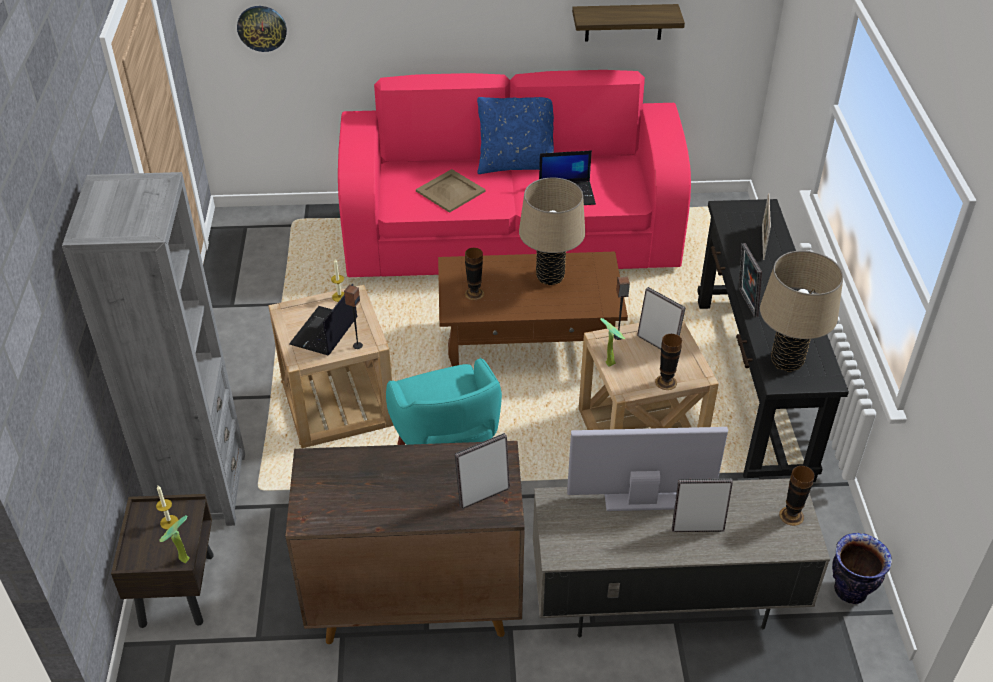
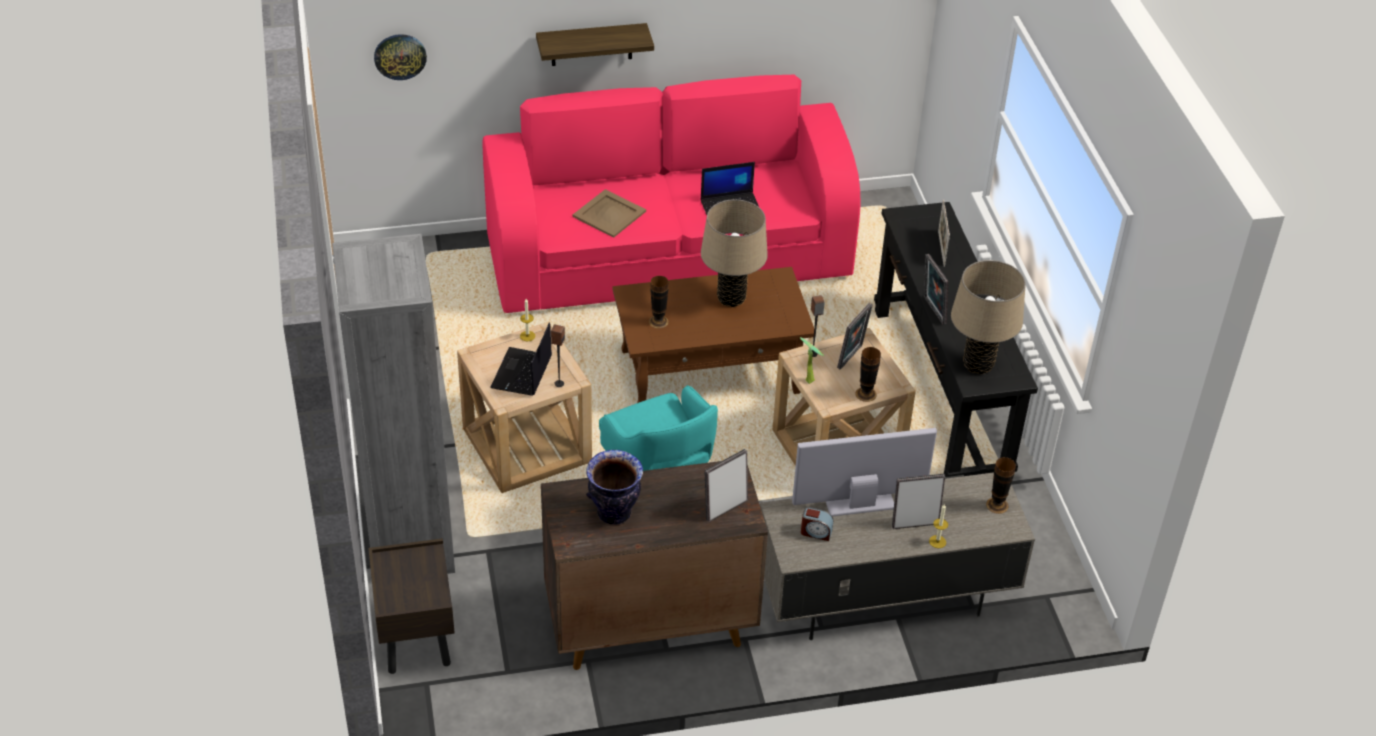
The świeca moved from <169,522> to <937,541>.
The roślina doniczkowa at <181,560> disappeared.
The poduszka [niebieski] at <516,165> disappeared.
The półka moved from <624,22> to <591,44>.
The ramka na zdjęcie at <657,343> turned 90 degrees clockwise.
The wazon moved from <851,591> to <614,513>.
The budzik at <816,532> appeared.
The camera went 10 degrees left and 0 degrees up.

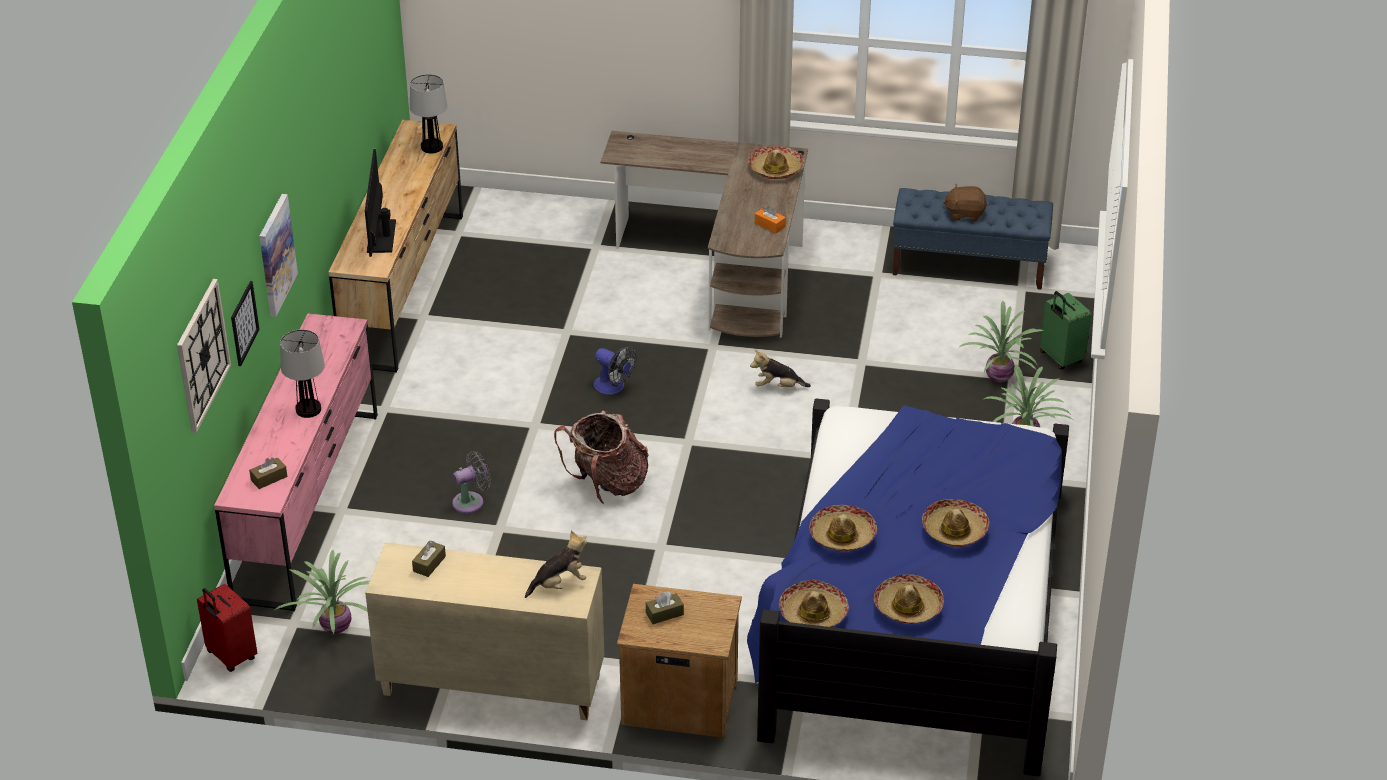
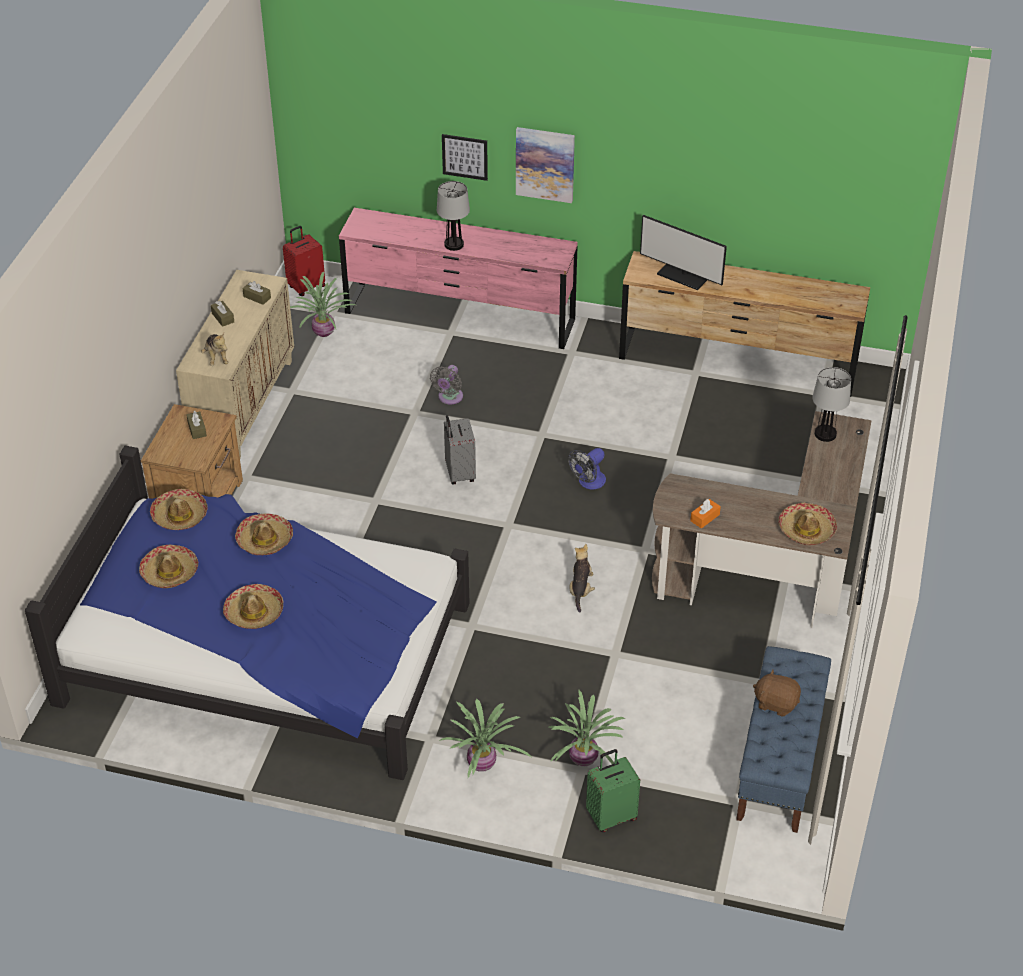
The zegar ścienny at <202,355> disappeared.
The pudełko chusteczek [brązowy] moved from <269,478> to <223,318>.
The monitor at <381,236> turned 150 degrees counterclockwise.
The lampa stołowa moved from <431,147> to <825,434>.
The wentylator [szary] at <471,502> turned 45 degrees clockwise.
The plecak at <607,484> was replaced by the walizka [szary] at <459,473>.
The pluszak [brązowy] at <965,213> turned 75 degrees counterclockwise.
The camera went 95 degrees right and 5 degrees up.

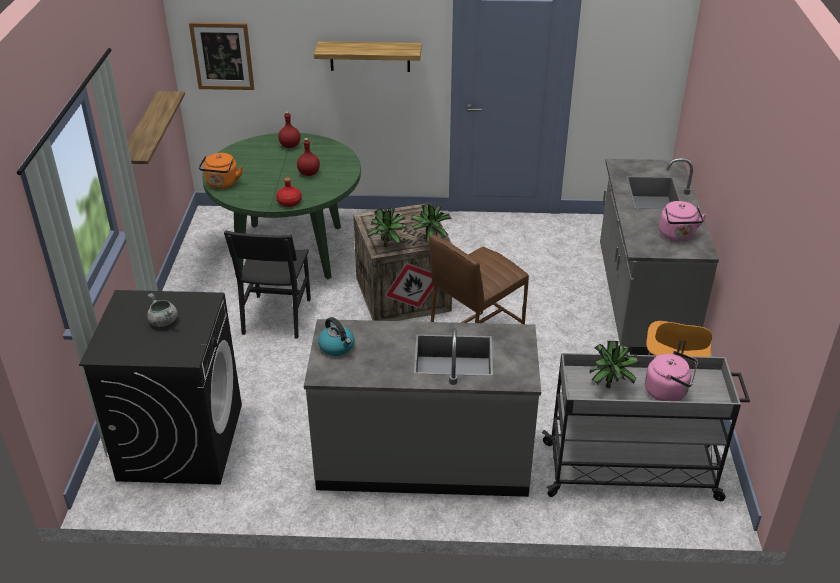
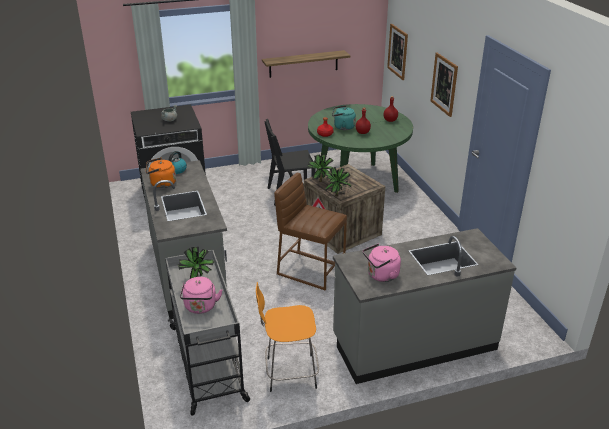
The czajnik [pomarańczowy] moved from <222,184> to <161,184>.
The półka at <370,56> was replaced by the obraz at <444,84>.
The czajnik [turkusowy] at <342,127> appeared.
The camera went 70 degrees right and 5 degrees down.

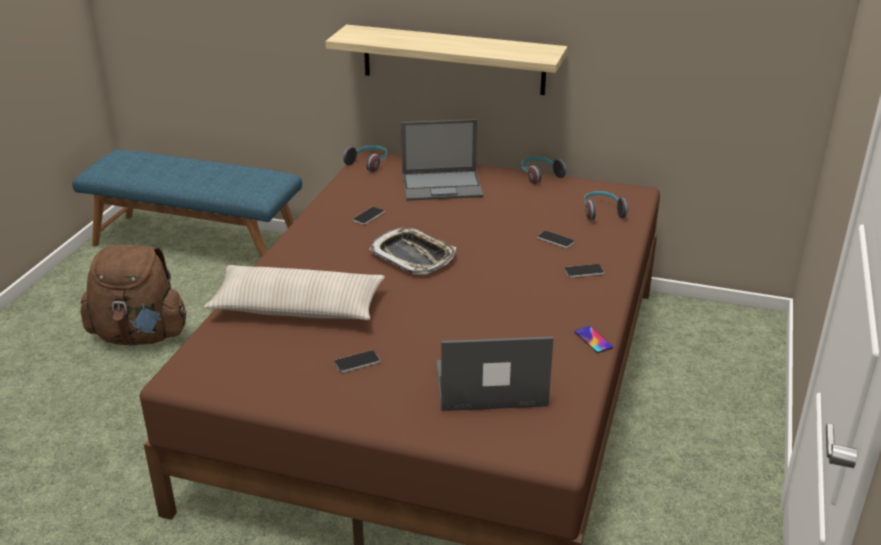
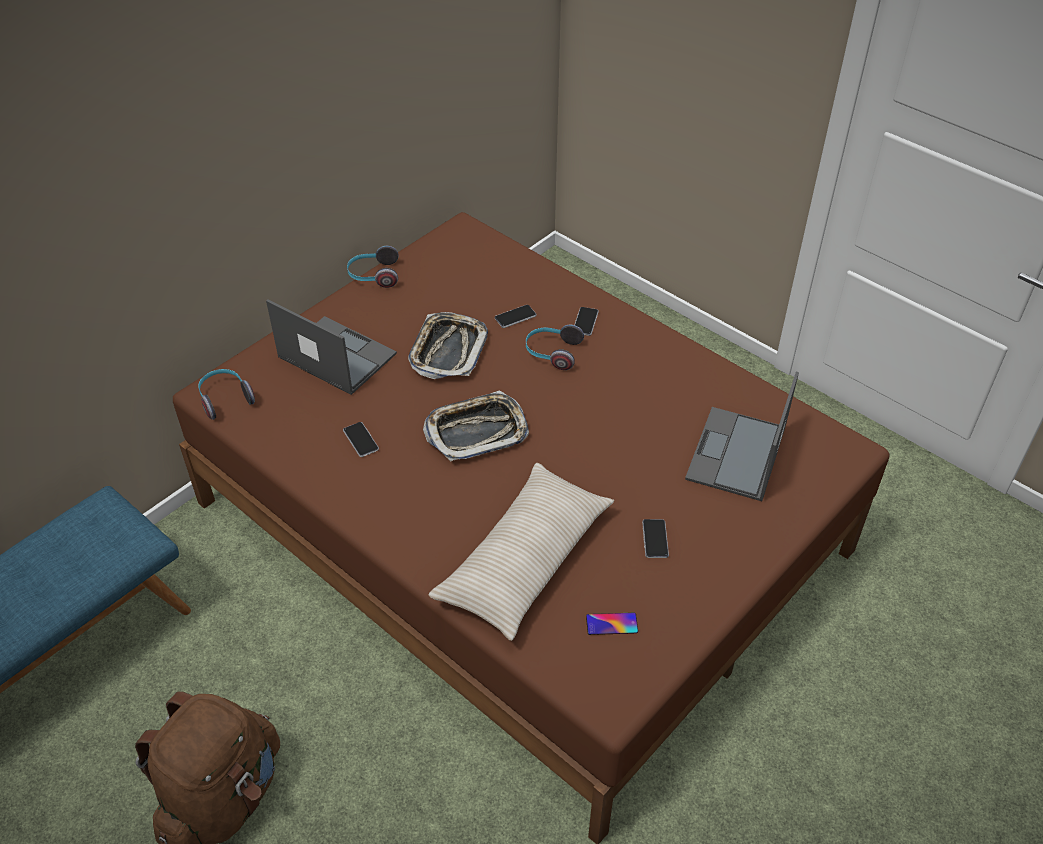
The półka at <453,60> disappeared.
The laptop at <443,185> turned 75 degrees counterclockwise.
The telefon moved from <593,339> to <611,624>.
The słuchawki moved from <601,212> to <552,353>.
The taca at <448,350> appeared.
The camera went 65 degrees left and 15 degrees up.

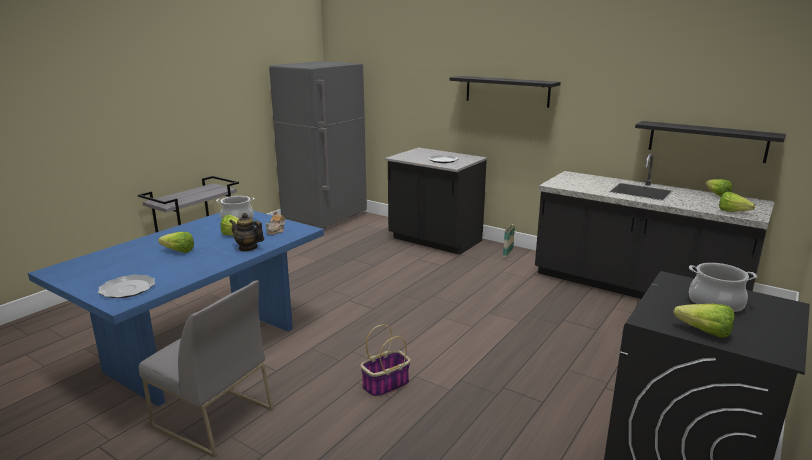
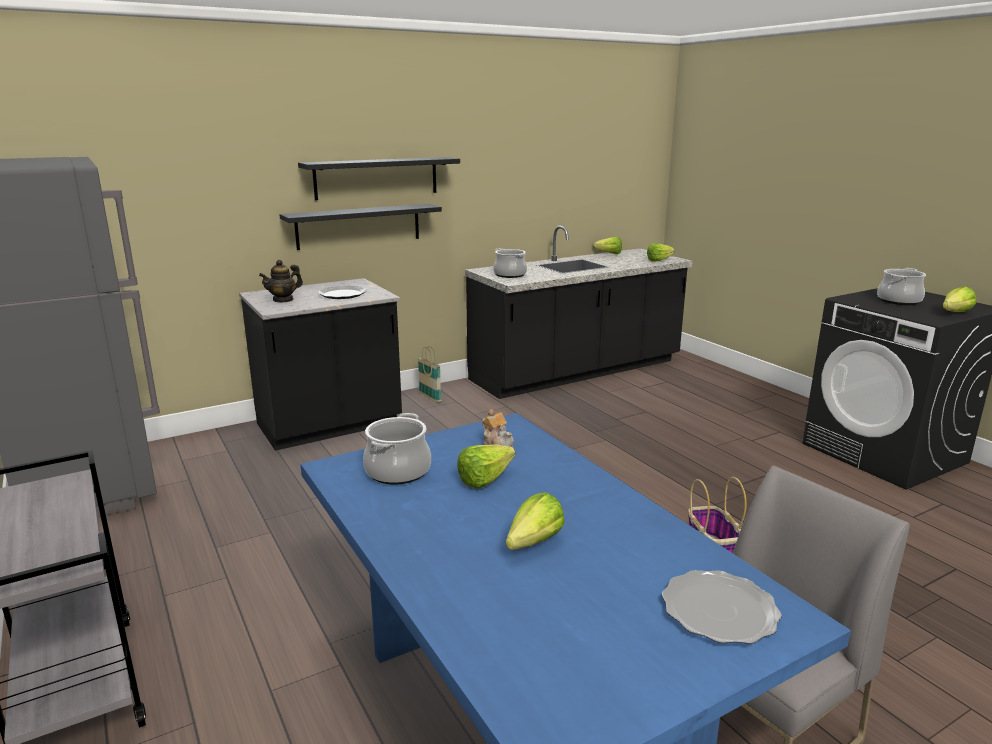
The imbryk moved from <248,248> to <283,300>.
The półka [czarny] moved from <706,141> to <359,226>.
The garnek at <510,275> appeared.
The camera went 65 degrees left and 0 degrees up.

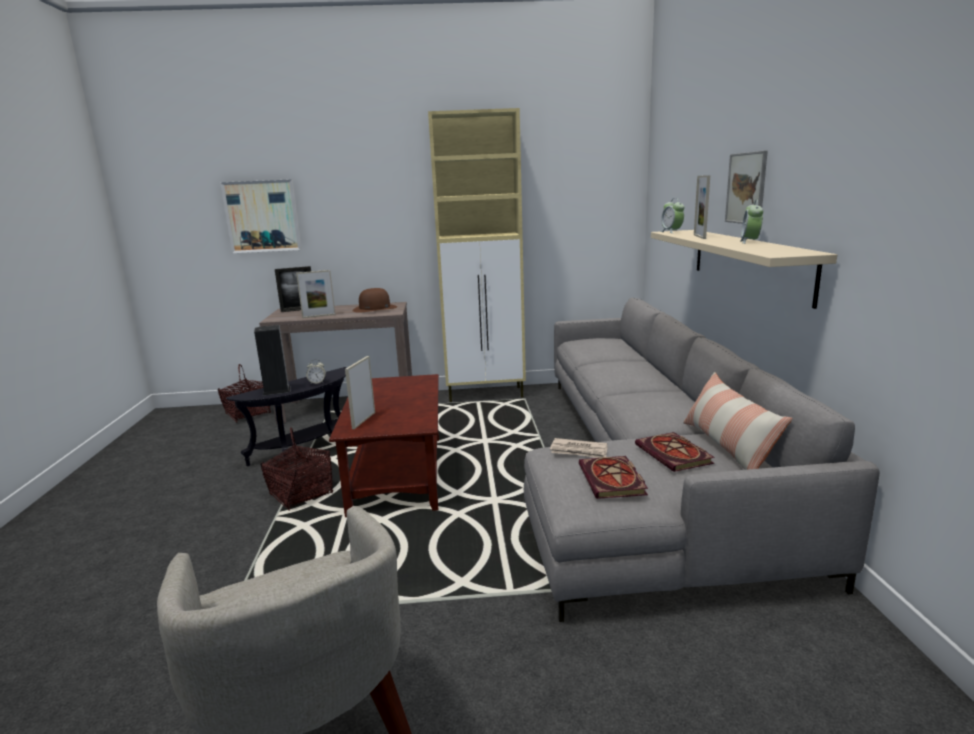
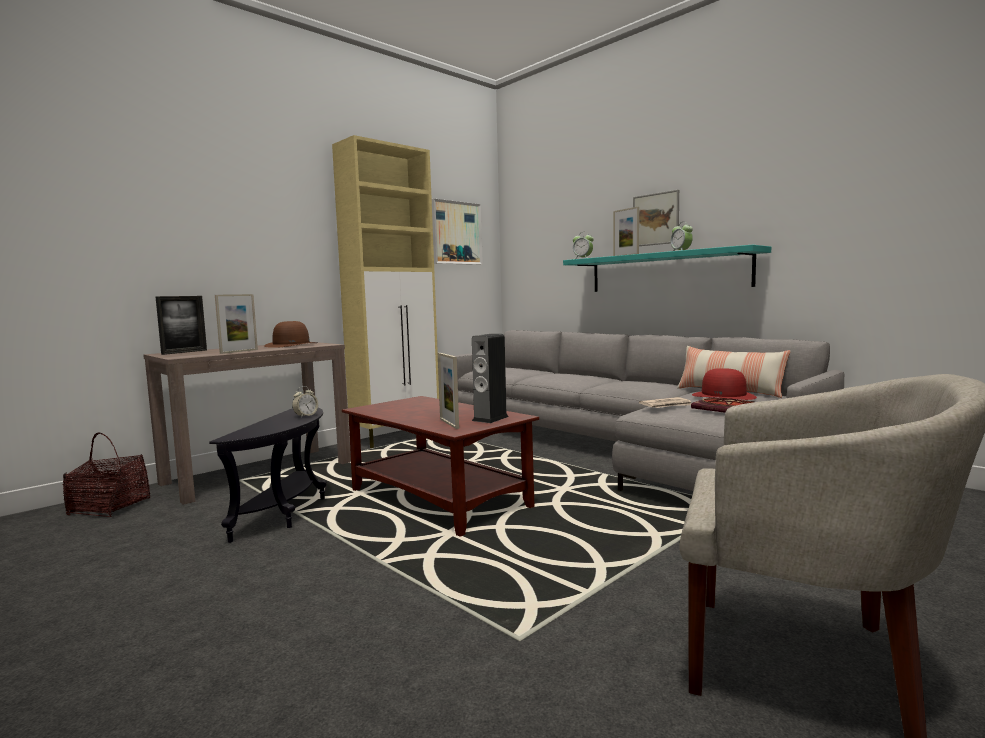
The obraz moved from <262,216> to <456,233>.
The głośnik moved from <276,391> to <490,418>.
The koszyk at <301,494> disappeared.
The książka at <675,455> was replaced by the kapelusz [czerwony] at <724,396>.
The półka [beżowy] at <748,262> became the półka [turkusowy] at <666,272>.
The camera went 40 degrees left and 10 degrees down.

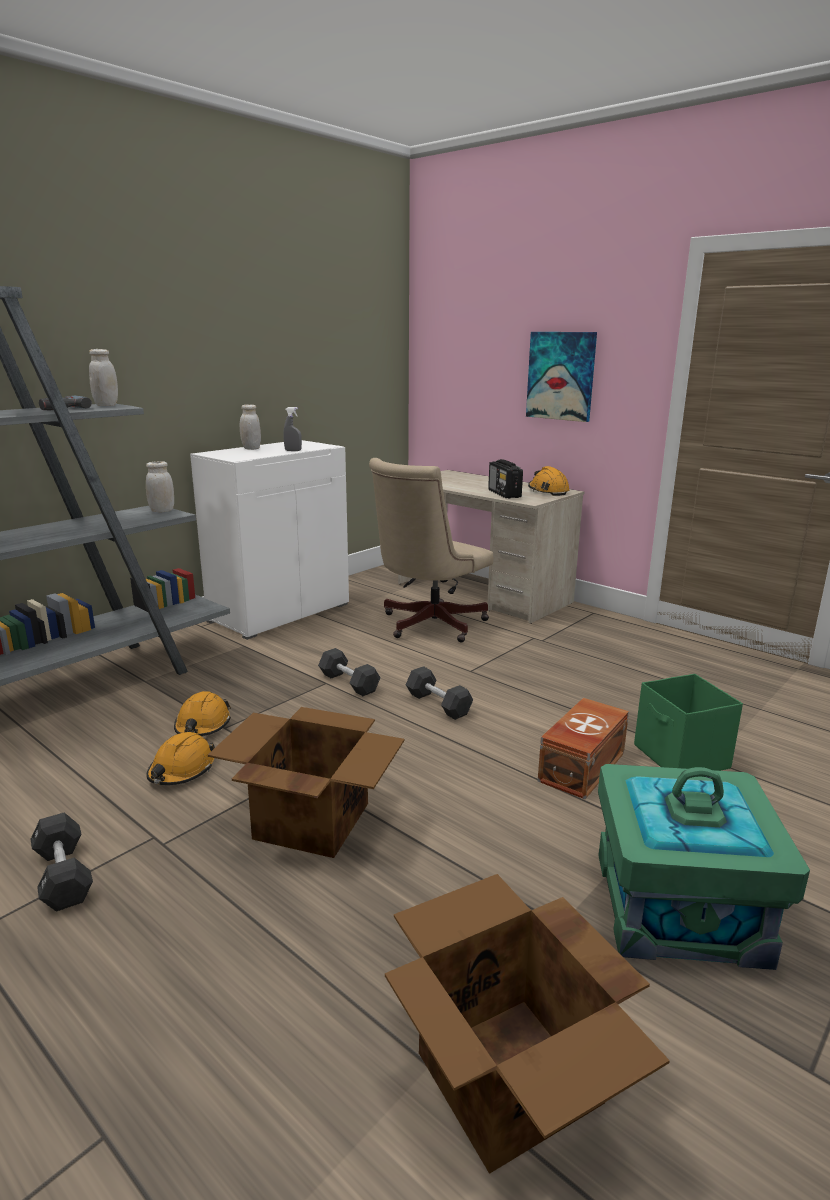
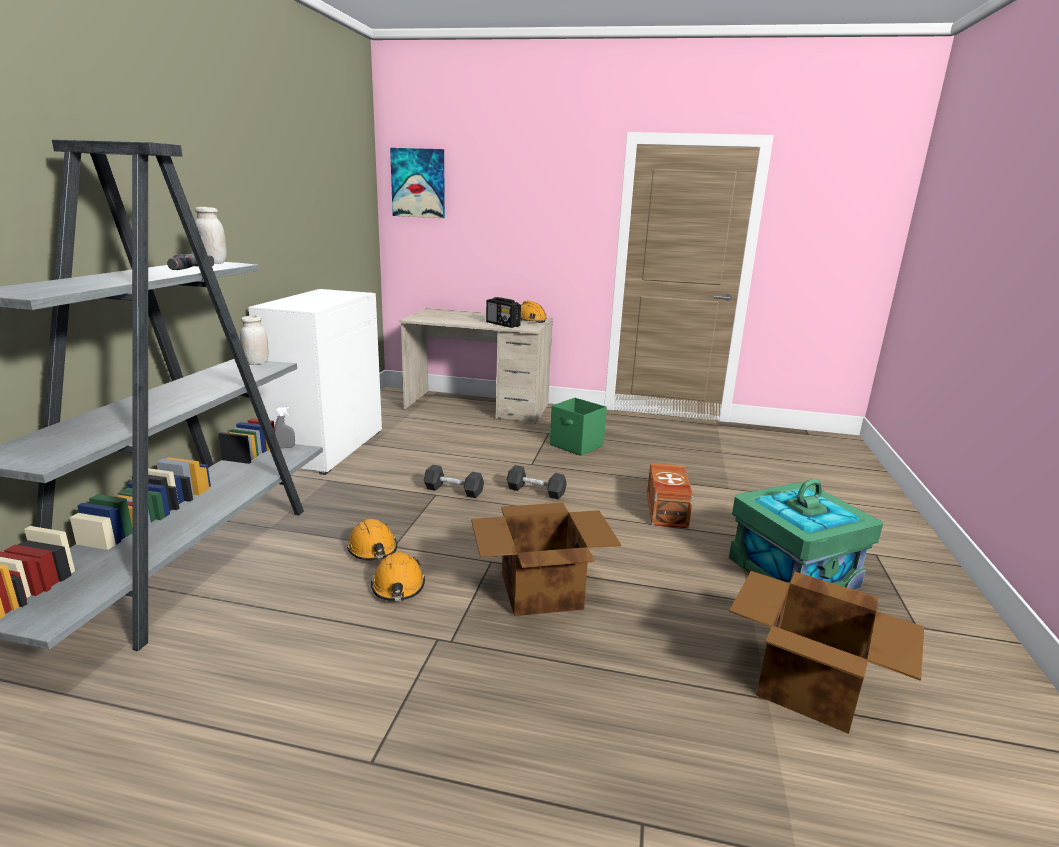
The hantel [czarny] at <63,875> disappeared.
The słoik [biały] at <251,448> disappeared.
The spryskiwacz [szary] moved from <293,451> to <286,447>.
The krzesło biurowe [beżowy] at <428,625> disappeared.
The obraz moved from <561,376> to <418,183>.
The pojemnik do przechowywania [zielony] moved from <681,757> to <576,445>.
The camera went 30 degrees left and 0 degrees up.

